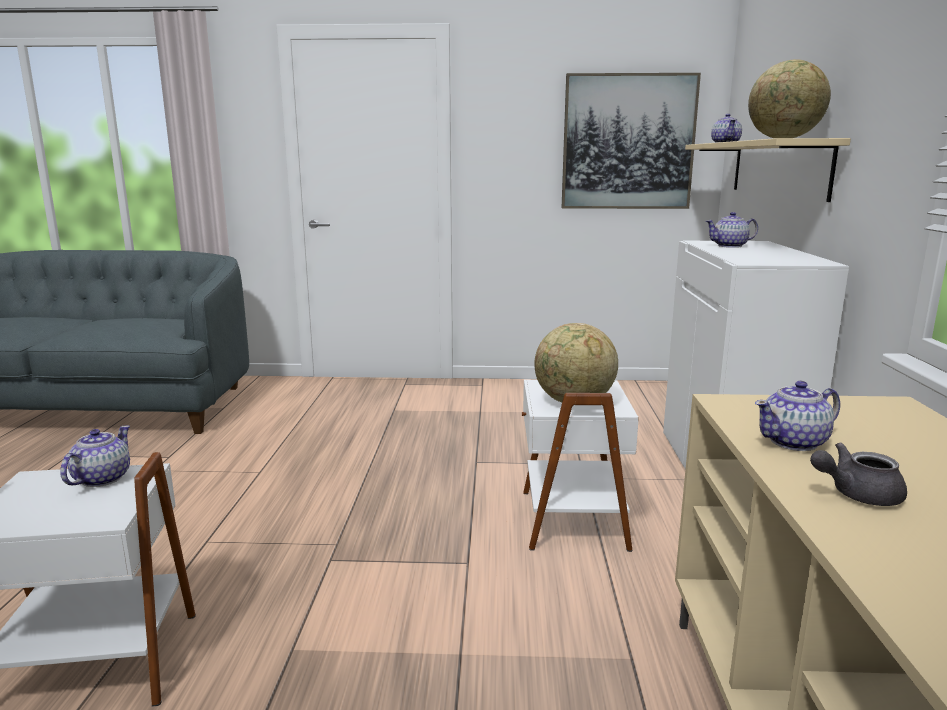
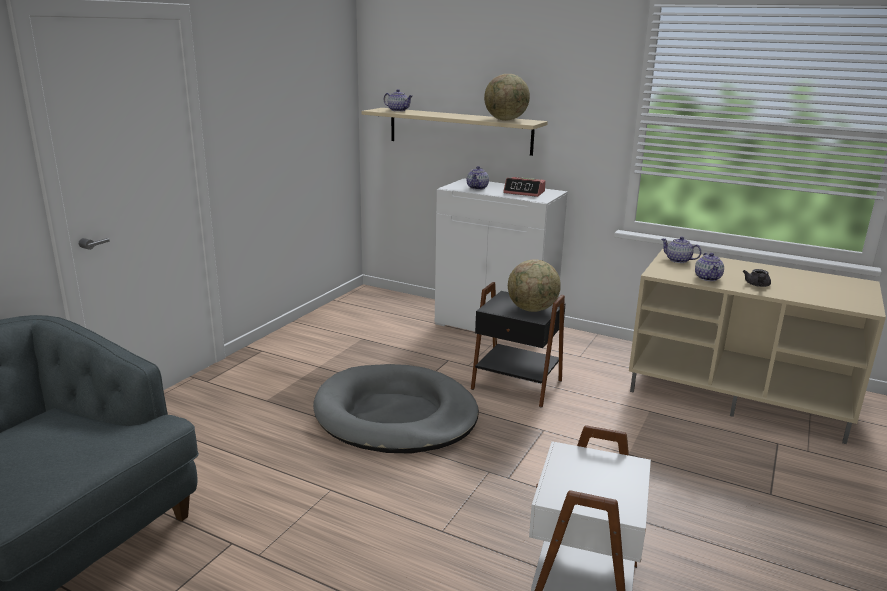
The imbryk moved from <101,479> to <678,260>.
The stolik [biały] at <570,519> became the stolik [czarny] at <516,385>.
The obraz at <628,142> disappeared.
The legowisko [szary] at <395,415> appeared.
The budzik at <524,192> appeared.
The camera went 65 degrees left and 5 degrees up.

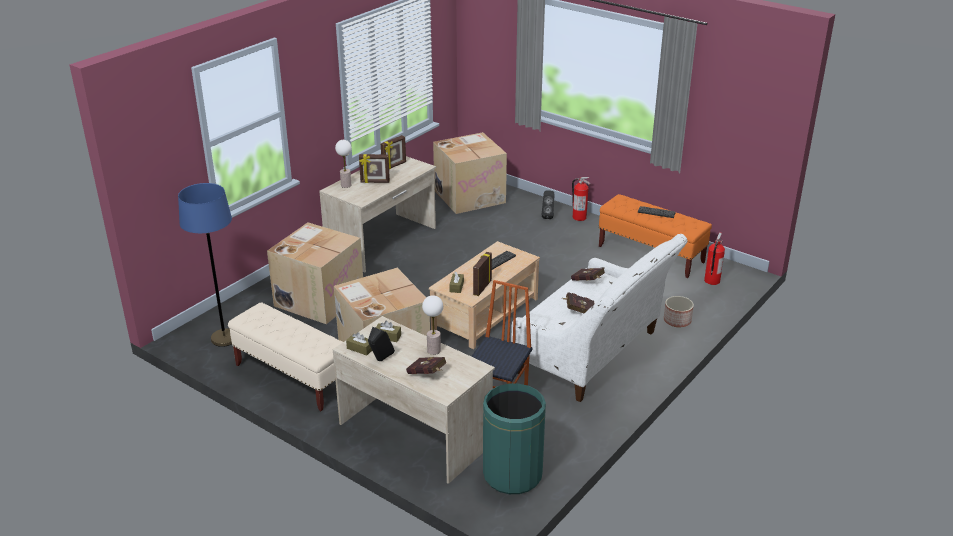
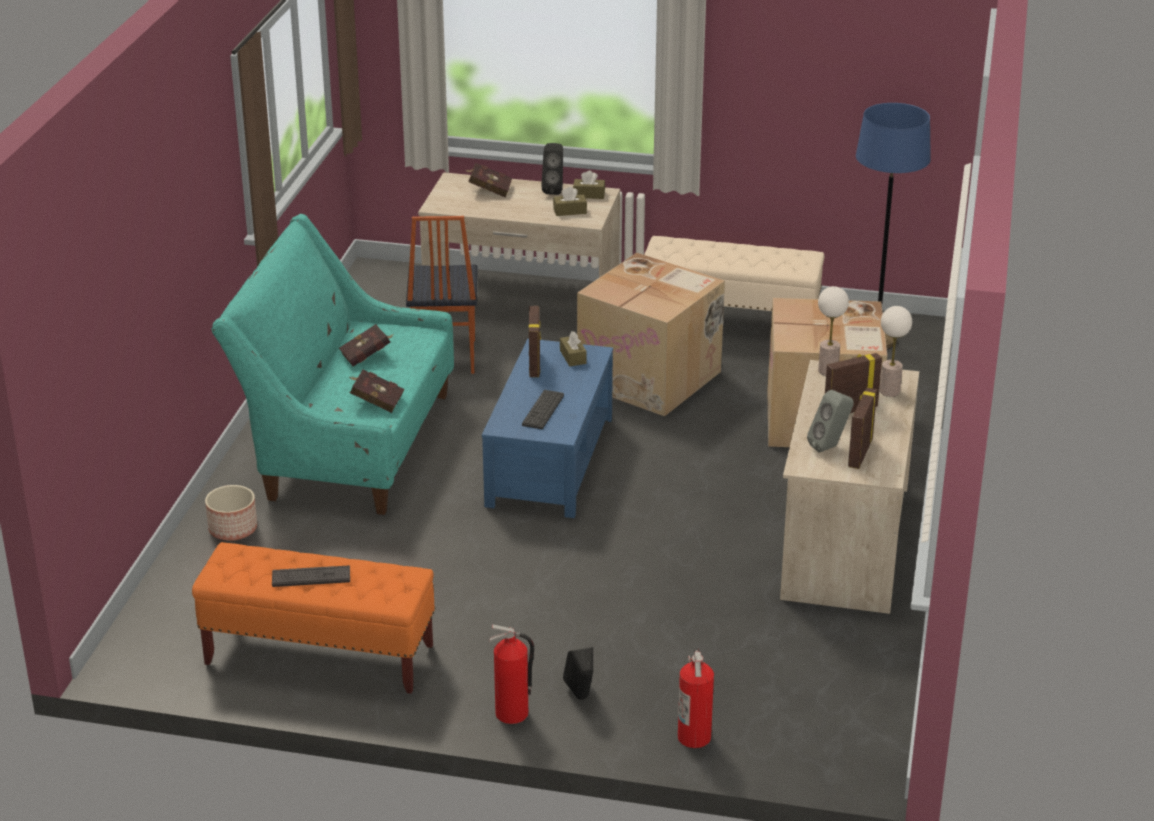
The lampa stołowa moved from <434,350> to <827,371>.
The ława [beżowy] at <486,314> became the ława [niebieski] at <548,461>.
The karton at <470,196> disappeared.
The kosz na śmieci [zielony] at <512,474> disappeared.
The kanapa [biały] at <594,355> became the kanapa [turkusowy] at <347,444>.
The gaśnica moved from <711,281> to <695,737>.
The głośnik [szary] at <830,447> appeared.
The camera went 155 degrees right and 0 degrees up.

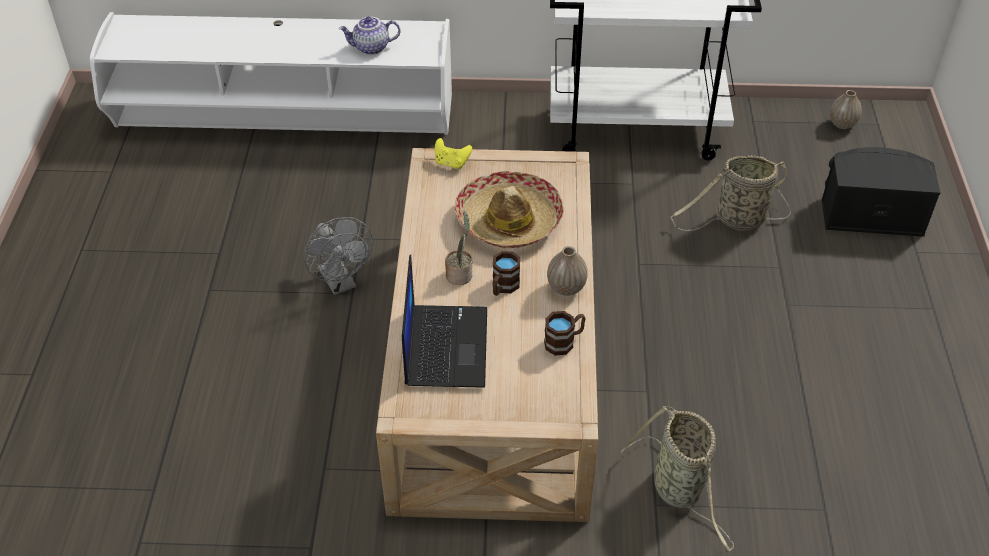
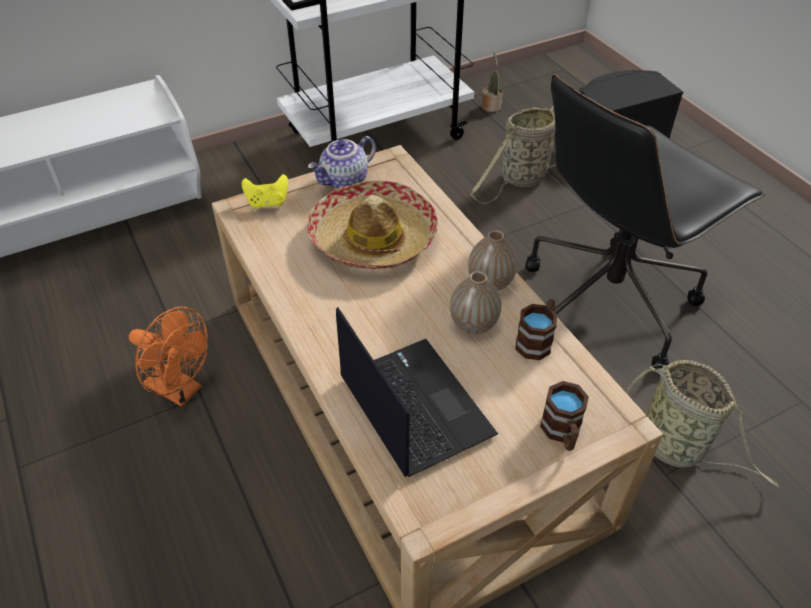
The wentylator [szary] at <341,283> became the wentylator [pomarańczowy] at <181,390>.
The imbryk moved from <371,48> to <345,181>.
The roślina doniczkowa moved from <460,274> to <491,106>.
The kubek [brązowy] moved from <503,287> to <562,433>.
The wazon moved from <842,124> to <473,324>.
The krzesło biurowe [czarny] at <609,303> appeared.
The camera went 30 degrees left and 0 degrees up.

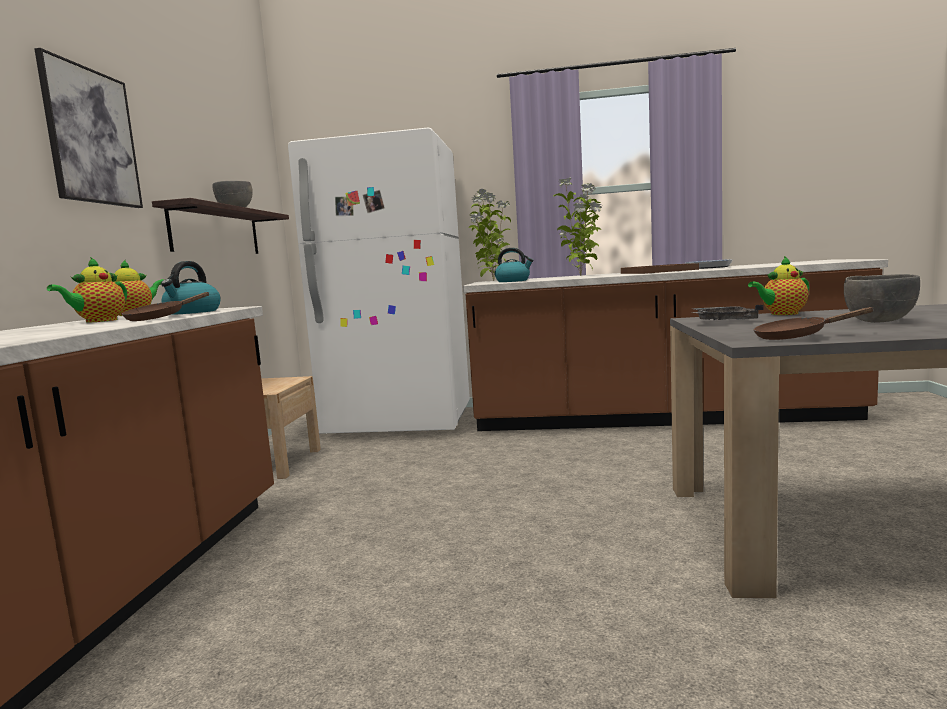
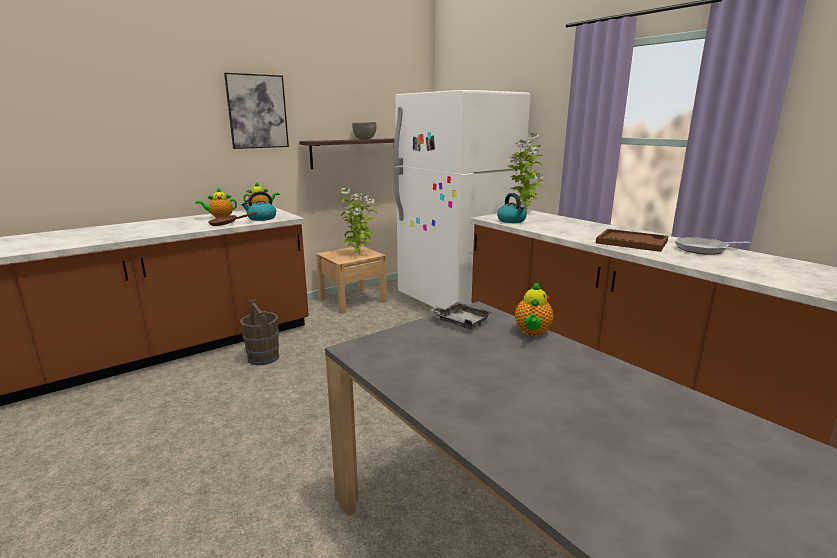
The roślina doniczkowa moved from <582,275> to <358,254>.
The imbryk at <782,314> turned 105 degrees counterclockwise.
The patelnia [brązowy] at <797,337> disappeared.
The miska [szary] at <879,321> disappeared.
The wiadro [brązowy] at <263,357> appeared.
The camera went 45 degrees right and 10 degrees up.

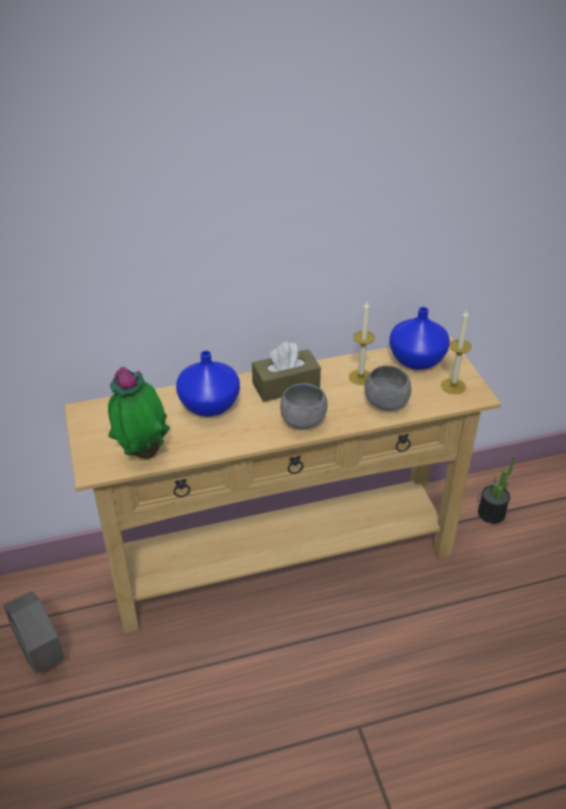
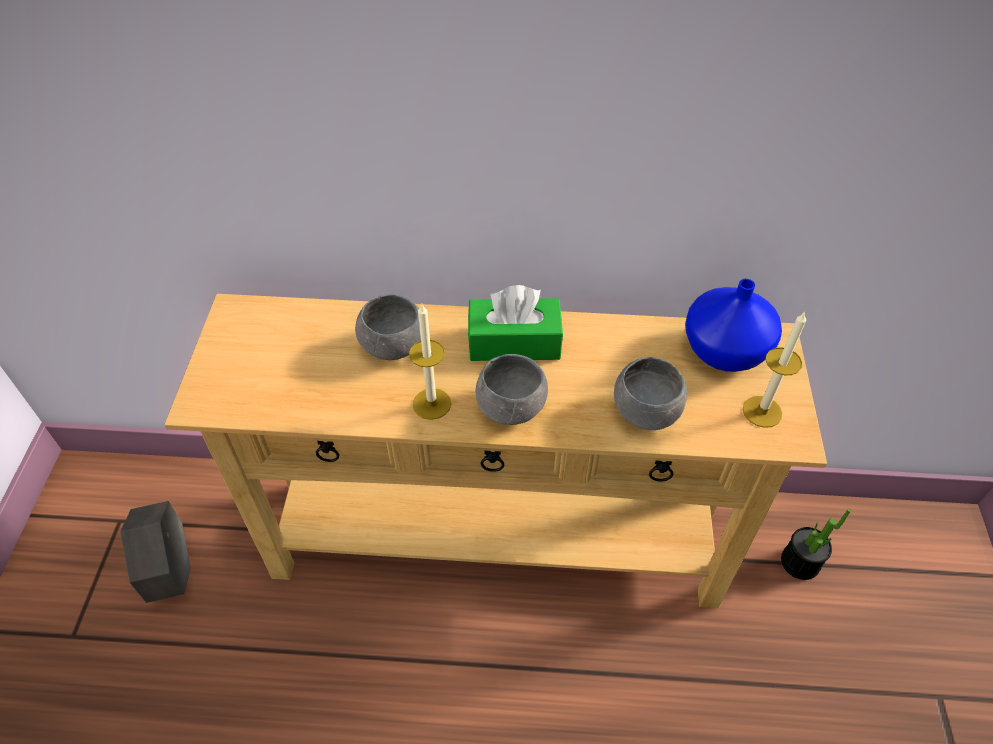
The roślina doniczkowa at <143,452> disappeared.
The wazon [niebieski] at <208,405> was replaced by the miska [szary] at <393,346>.
The pudełko chusteczek [brązowy] at <286,385> became the pudełko chusteczek [zielony] at <514,342>.
The świeca moved from <360,377> to <432,404>.
The camera went 20 degrees right and 10 degrees up.

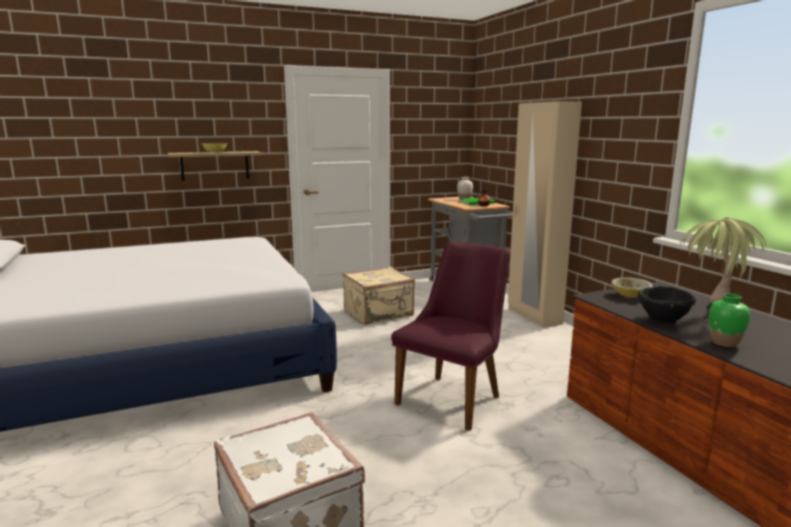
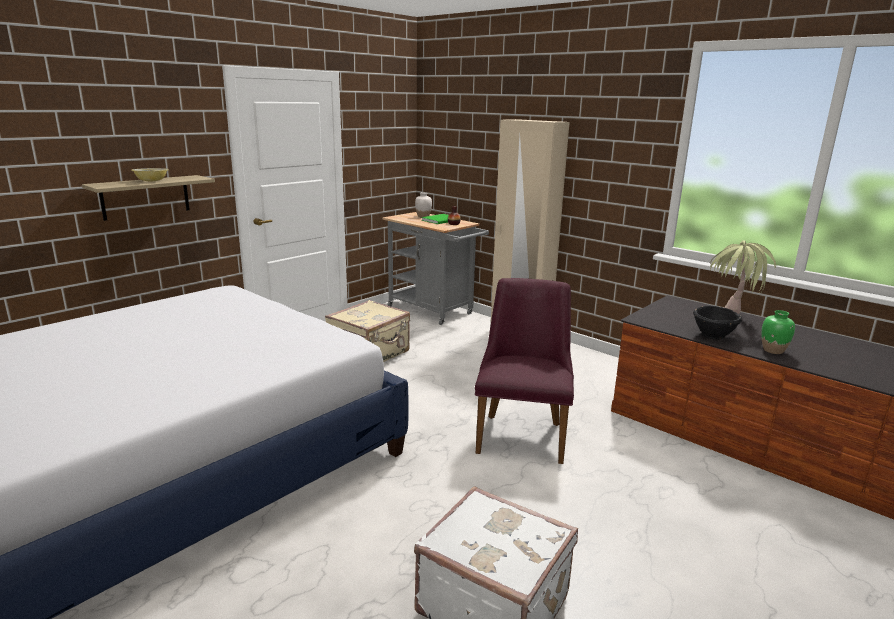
The miska at <630,295> disappeared.
The camera went 25 degrees left and 5 degrees up.

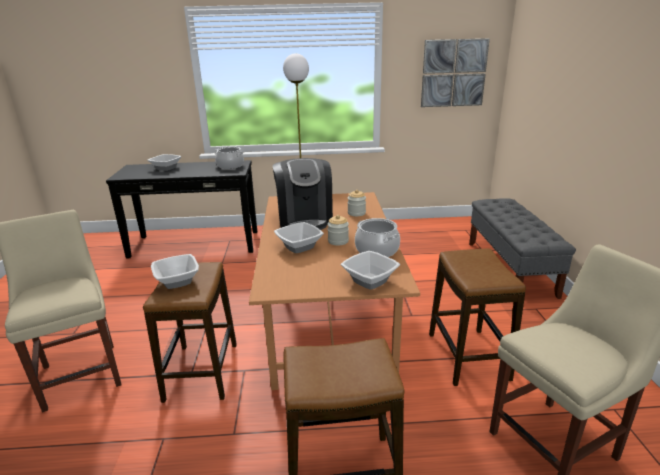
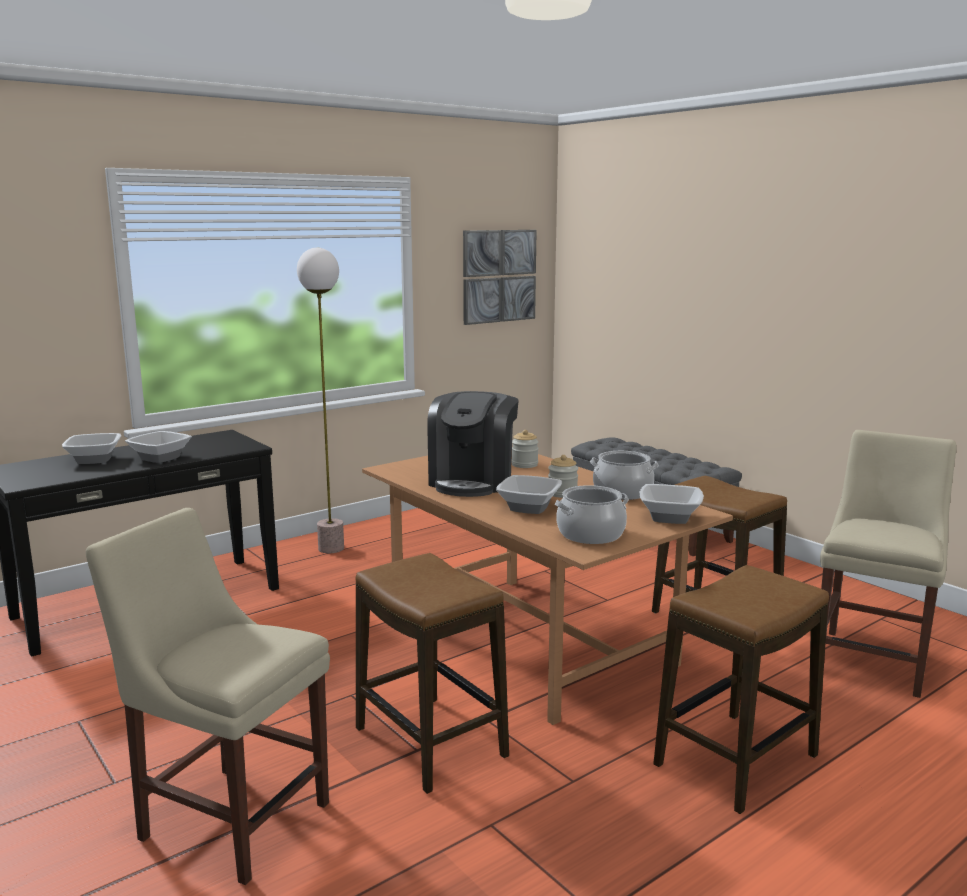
The miska moved from <176,281> to <160,458>.
The garnek moved from <230,166> to <590,534>.
The ekspres do kawy at <305,219> turned 60 degrees clockwise.
The camera went 35 degrees left and 10 degrees down.

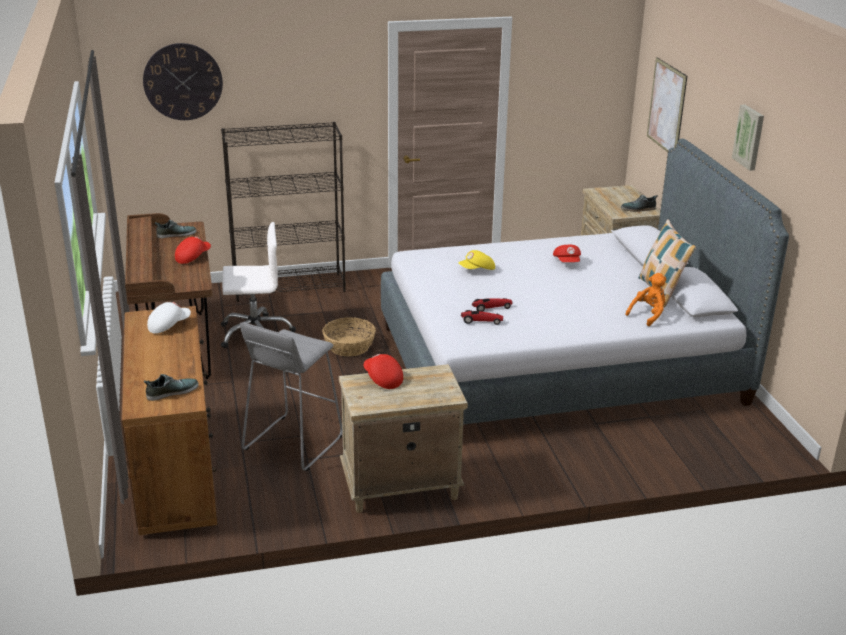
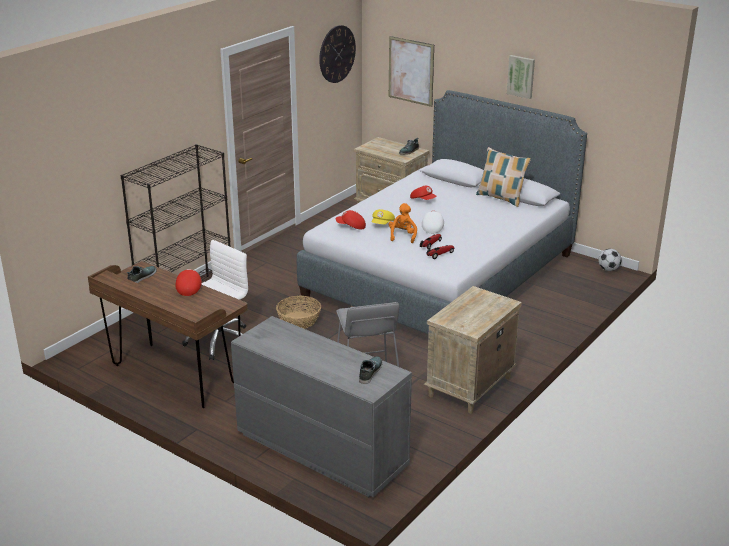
The komoda [brązowy] at <176,469> became the komoda [szary] at <320,450>.
The zegar ścienny moved from <183,82> to <337,54>.
The czapka z daszkiem [biały] moved from <168,325> to <432,227>.
The czapka z daszkiem [czerwony] moved from <382,379> to <351,226>.
The pluszak [pomarańczowy] moved from <648,315> to <402,236>.
The piłka futbolowa at <608,269> appeared.
The camera went 40 degrees left and 0 degrees up.

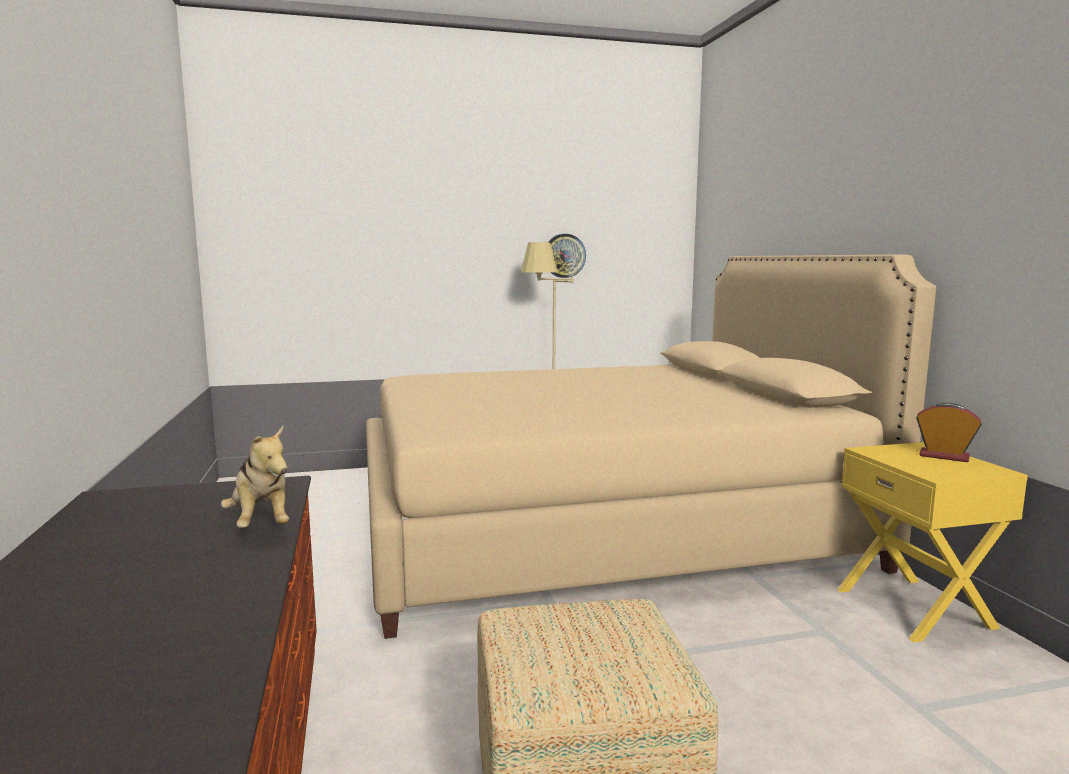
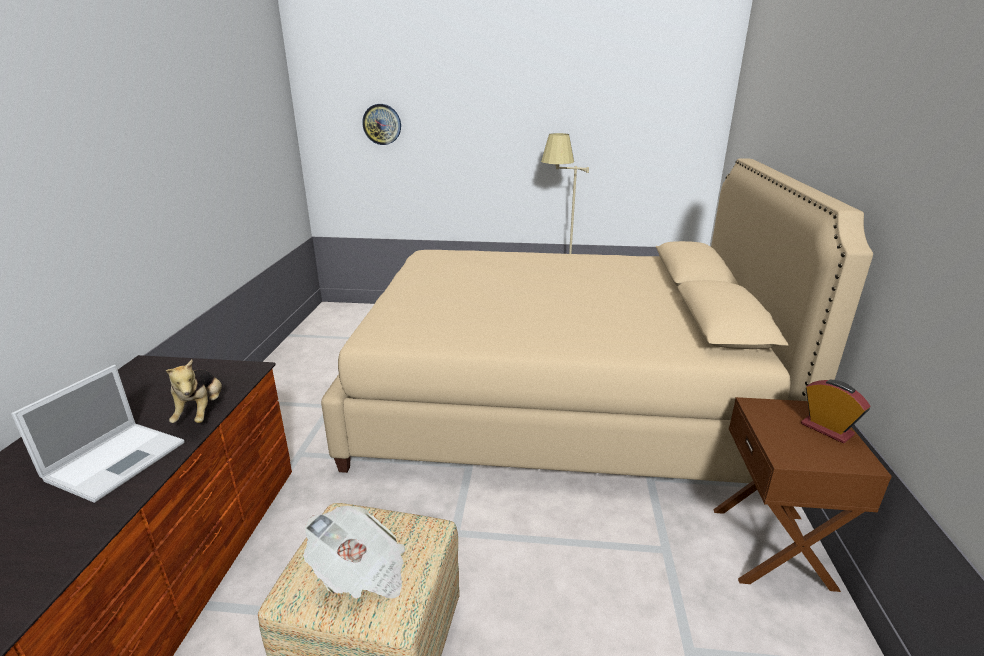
The zegar ścienny moved from <564,255> to <382,124>.
The szafka nocna [żółty] at <916,608> became the szafka nocna [brązowy] at <773,547>.
The laptop at <118,459> appeared.
The gazeta at <360,572> appeared.
The camera went 20 degrees right and 15 degrees up.

